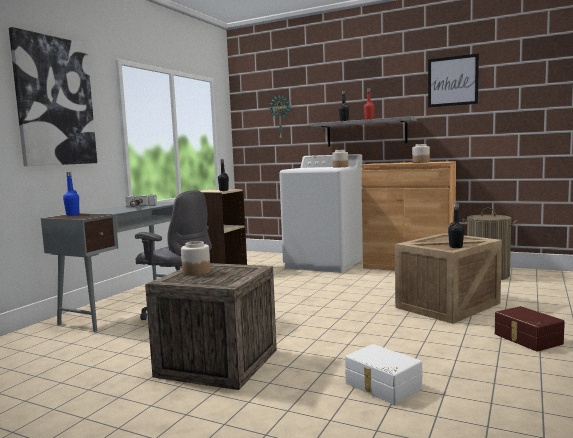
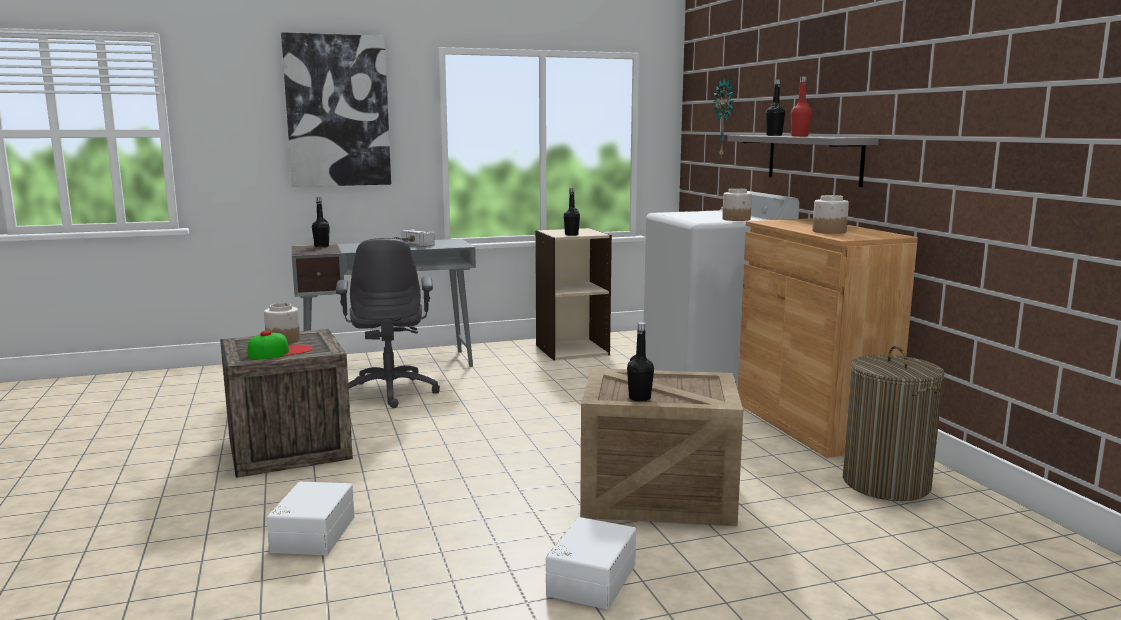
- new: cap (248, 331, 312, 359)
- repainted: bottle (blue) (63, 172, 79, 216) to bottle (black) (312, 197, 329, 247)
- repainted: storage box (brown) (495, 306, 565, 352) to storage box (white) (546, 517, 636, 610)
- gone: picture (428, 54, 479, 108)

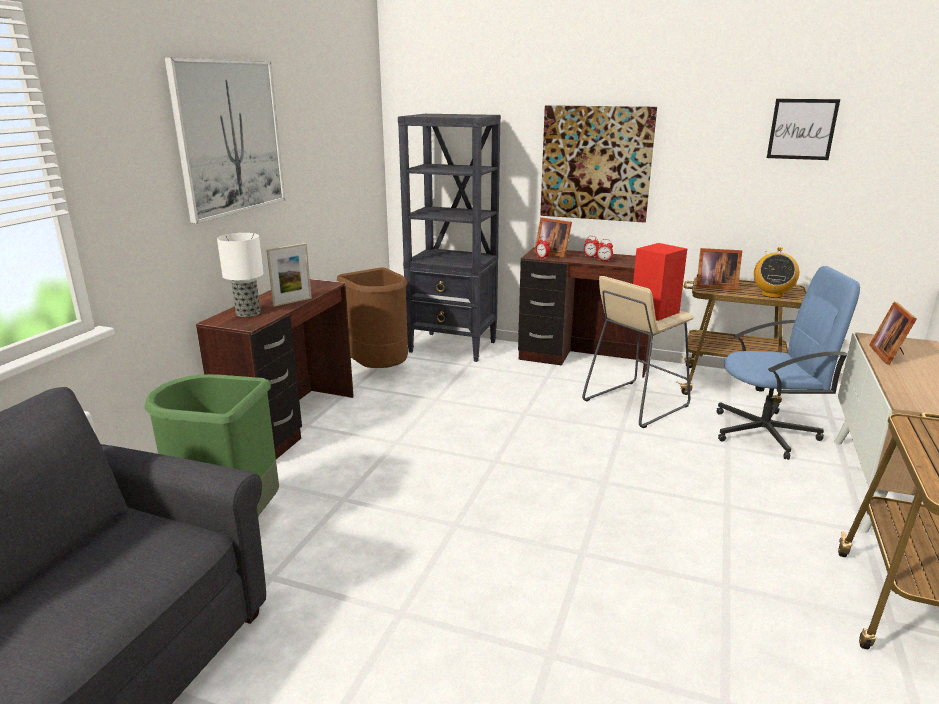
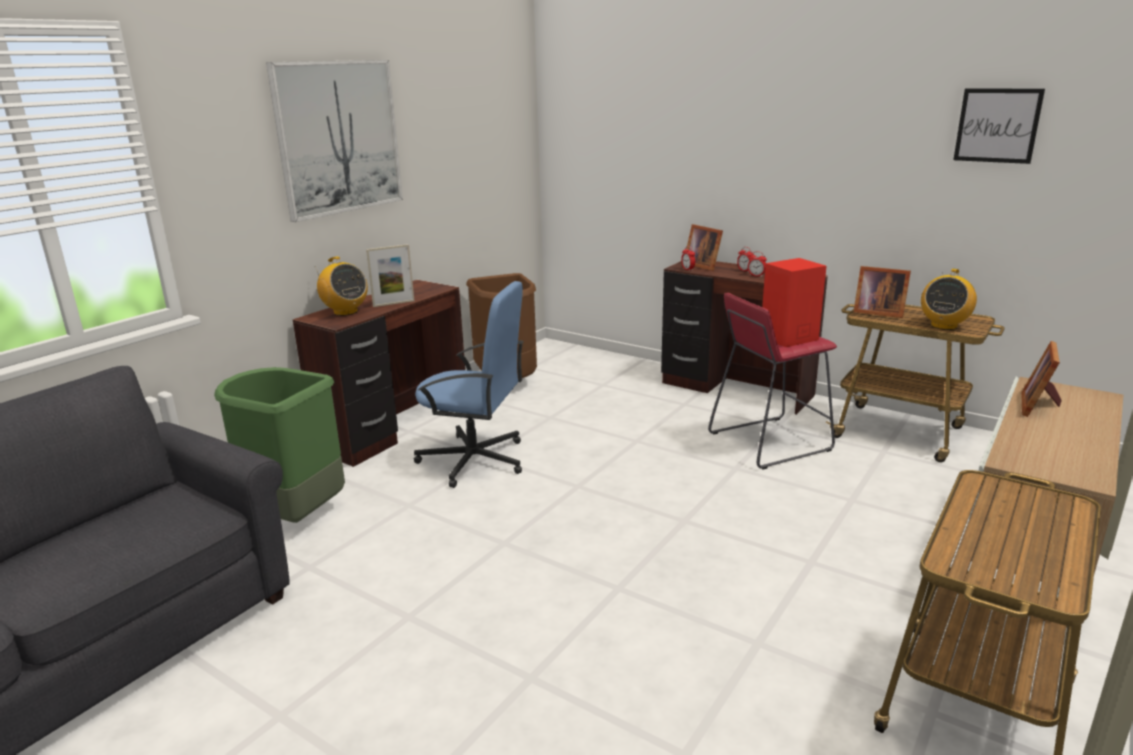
- swapped: table lamp (217, 233, 264, 317) to radio (314, 256, 368, 316)
- shifted: office chair (blue) (717, 266, 860, 460) to (414, 281, 524, 488)
- repainted: stool (beige) (582, 276, 694, 428) to stool (red) (708, 293, 837, 470)
- gone: bookcase (black) (398, 114, 501, 362)
- gone: picture (540, 105, 657, 223)

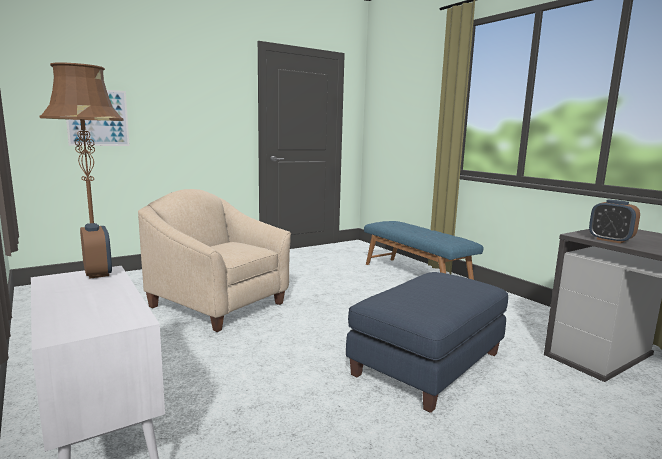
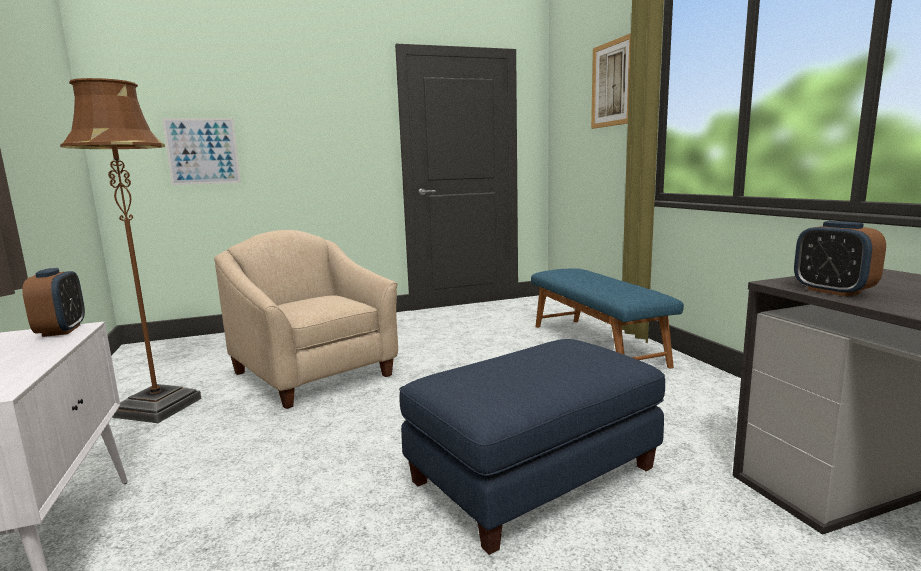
- new: picture (591, 33, 631, 129)

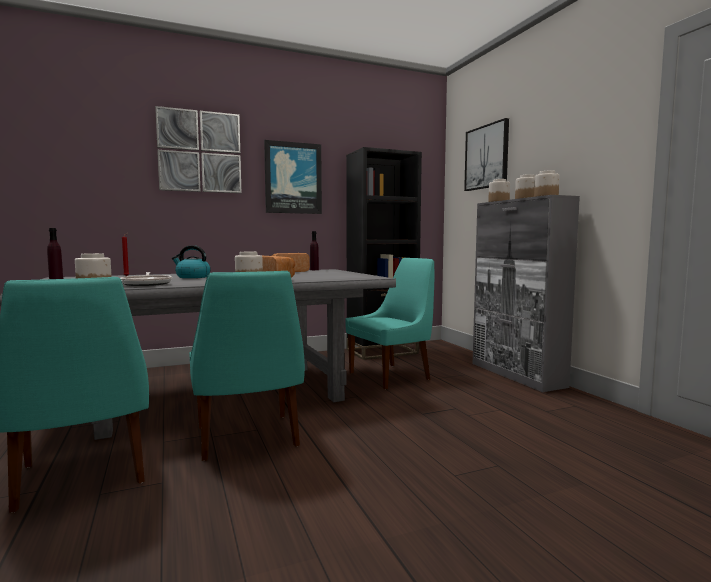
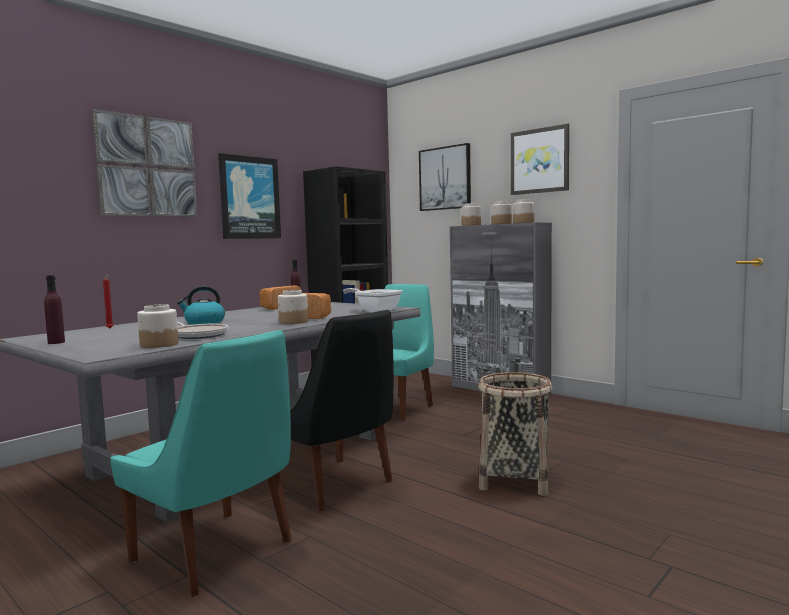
- repainted: chair (turquoise) (189, 271, 305, 461) to chair (black) (290, 310, 394, 512)
- new: frying pan (343, 288, 403, 312)
- new: basket (478, 372, 553, 496)
- new: picture (511, 124, 569, 195)

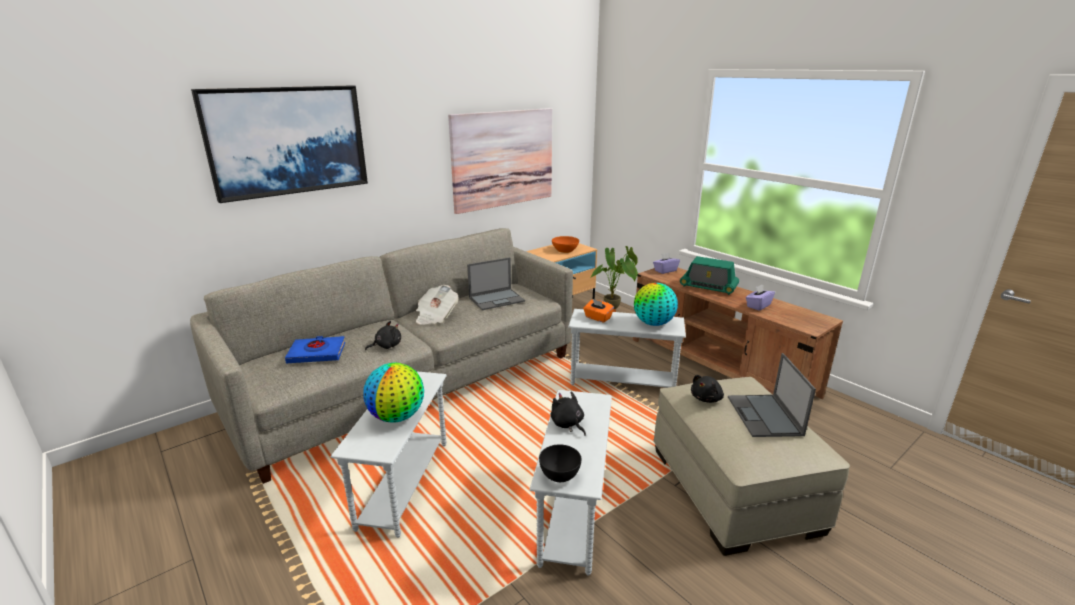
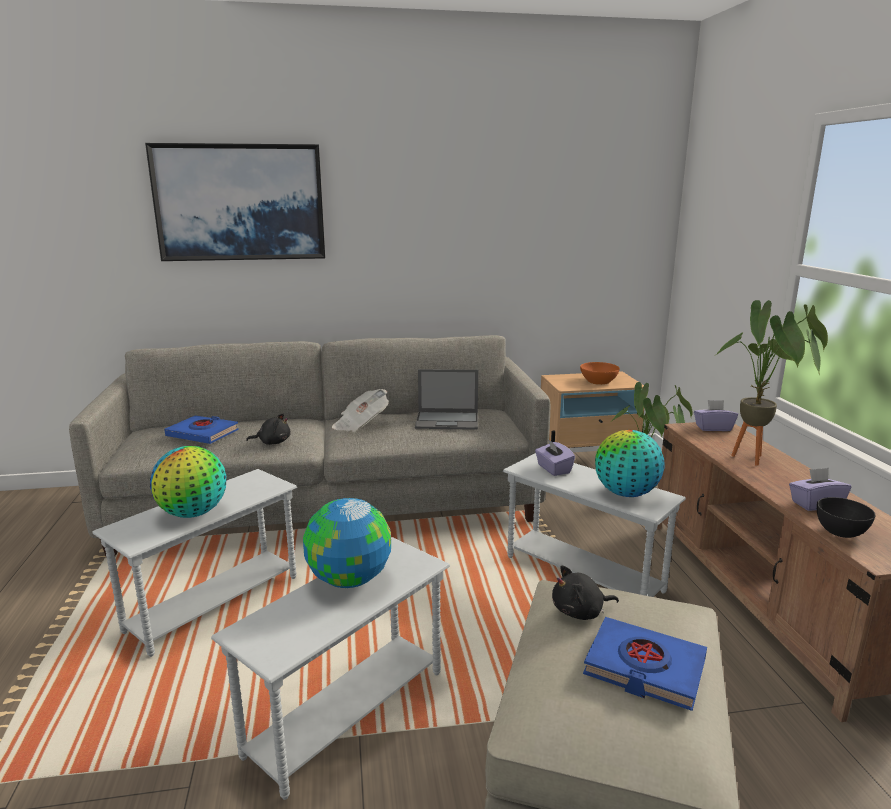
- swapped: plush toy (black) (551, 391, 586, 436) to globe (303, 498, 391, 588)
- repainted: tissue box (orange) (583, 299, 614, 323) to tissue box (purple) (535, 439, 575, 476)
- swapped: laptop (728, 353, 816, 437) to book (blue) (583, 617, 707, 711)
- swapped: radio (680, 256, 739, 295) to potted plant (714, 300, 828, 466)
- shifted: bowl (black) (539, 444, 581, 482) to (817, 497, 875, 538)
- gone: picture (448, 108, 552, 214)

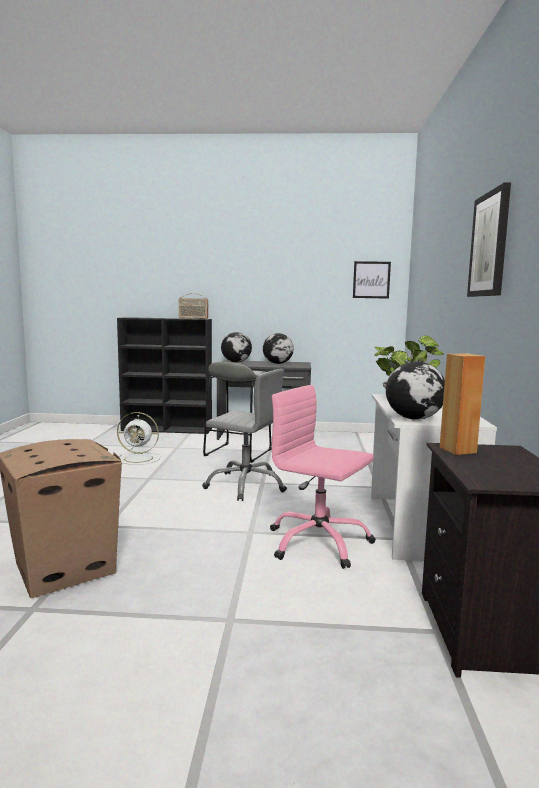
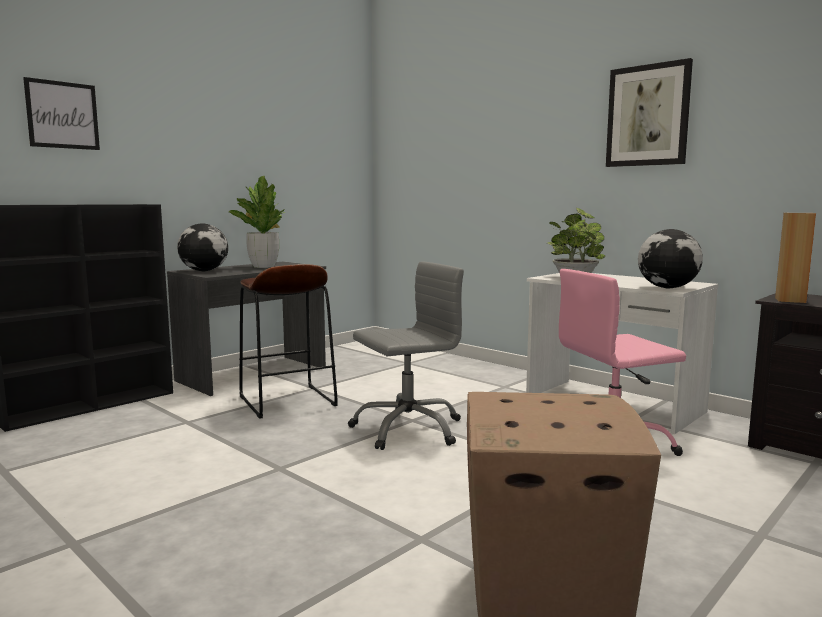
- shifted: picture (353, 261, 391, 299) to (23, 77, 100, 150)
- swapped: globe (263, 333, 294, 364) to potted plant (229, 176, 285, 268)
- repainted: stool (grey) (203, 362, 272, 463) to stool (brown) (239, 264, 338, 419)
- gone: fan (white) (117, 412, 161, 465)
- gone: radio (178, 293, 209, 319)

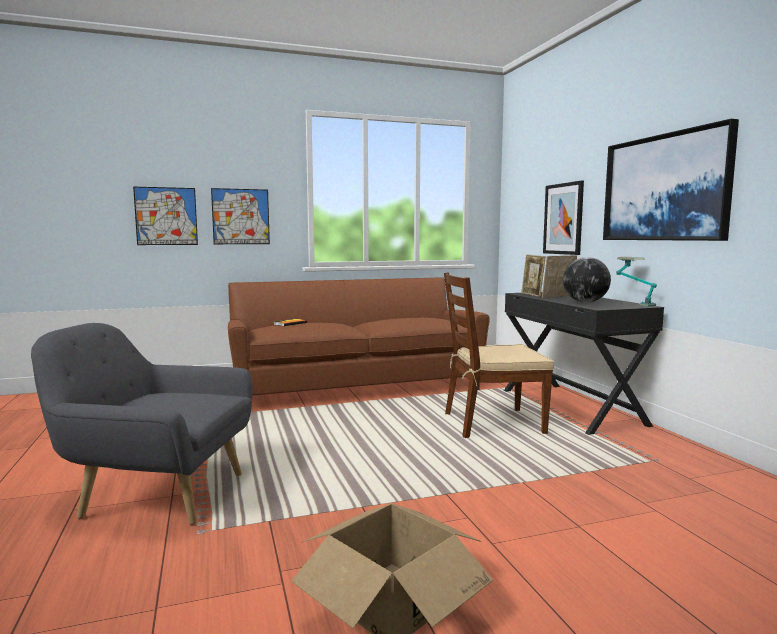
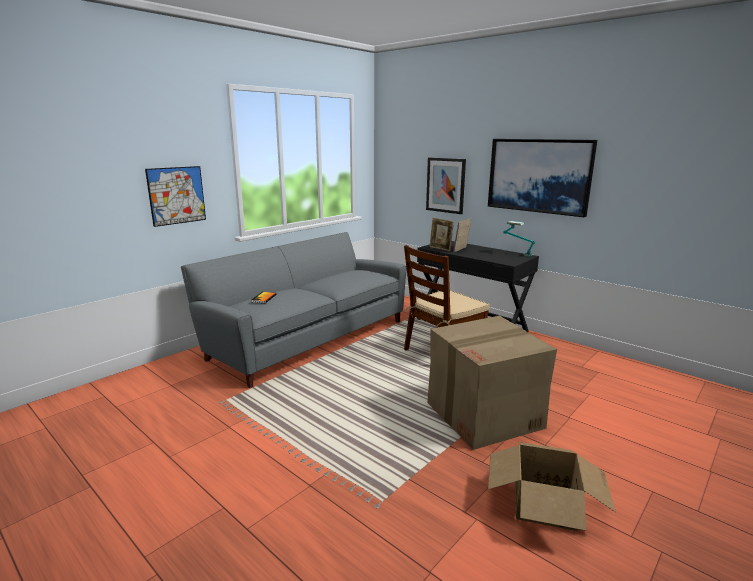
- repainted: sofa (brown) (228, 277, 490, 396) to sofa (grey) (181, 232, 407, 388)
- new: cardboard box (427, 316, 557, 450)
- gone: armchair (grey) (31, 323, 253, 525)
- gone: picture (133, 187, 198, 245)
- gone: globe (563, 257, 611, 303)

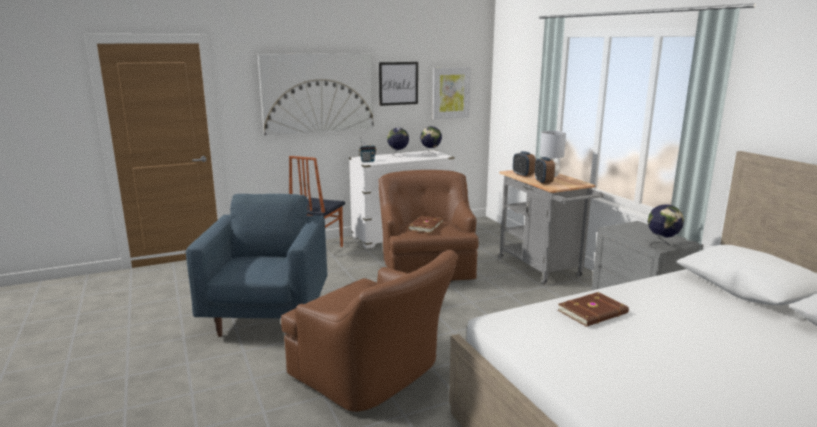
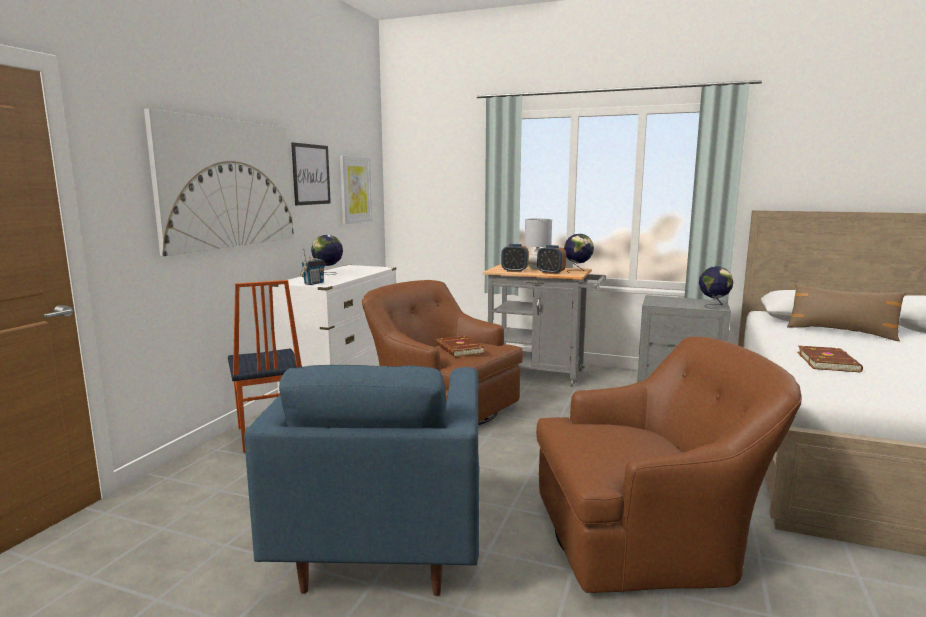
- rotated: armchair (blue) (186, 194, 327, 337) = (244, 365, 479, 596) 135 degrees counterclockwise
- shifted: globe (420, 126, 442, 154) to (564, 234, 594, 273)
- new: pillow (brown) (787, 284, 906, 341)

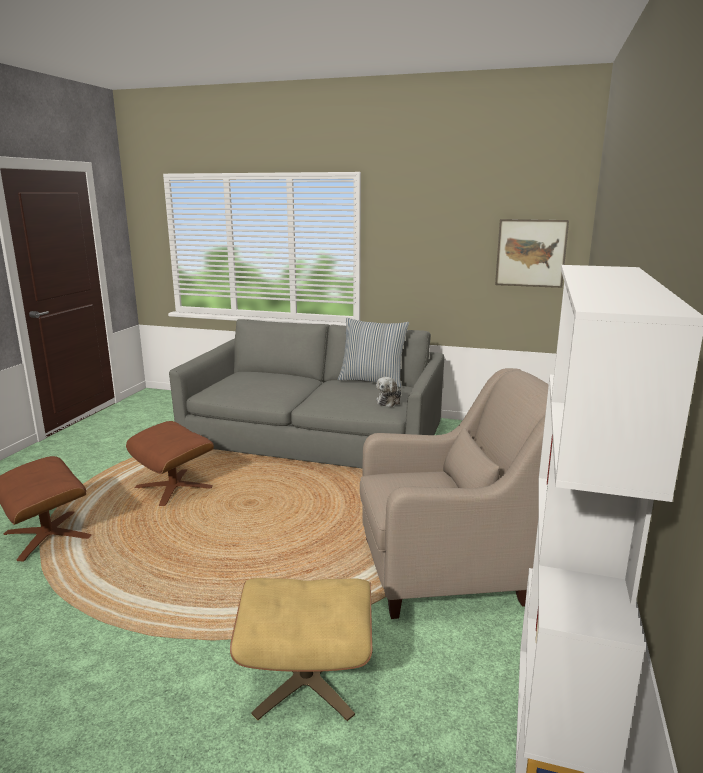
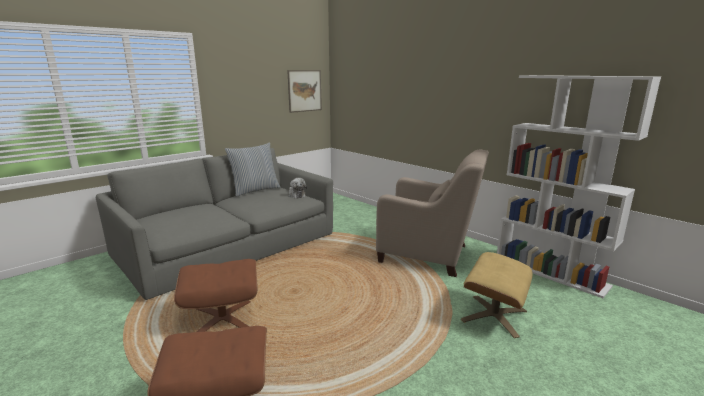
- rotated: armchair (beige) (360, 368, 549, 619) = (376, 150, 489, 277) 90 degrees clockwise

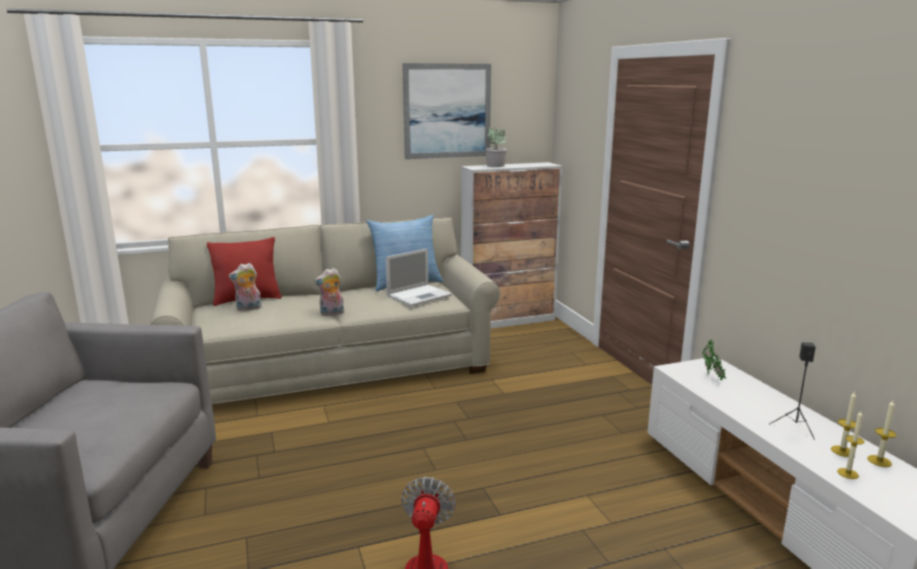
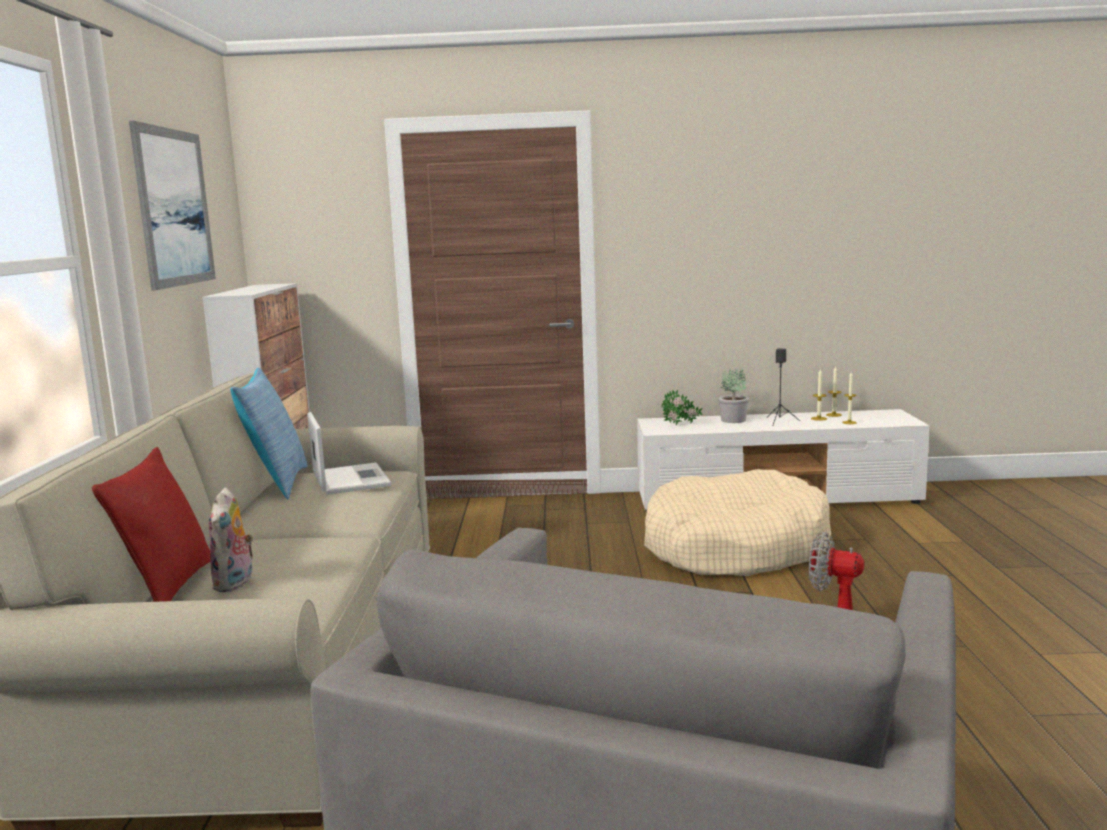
- new: dog bed (beige) (644, 469, 831, 576)
- shifted: potted plant (485, 128, 507, 167) to (718, 368, 749, 423)
- gone: plush toy (314, 268, 344, 316)

